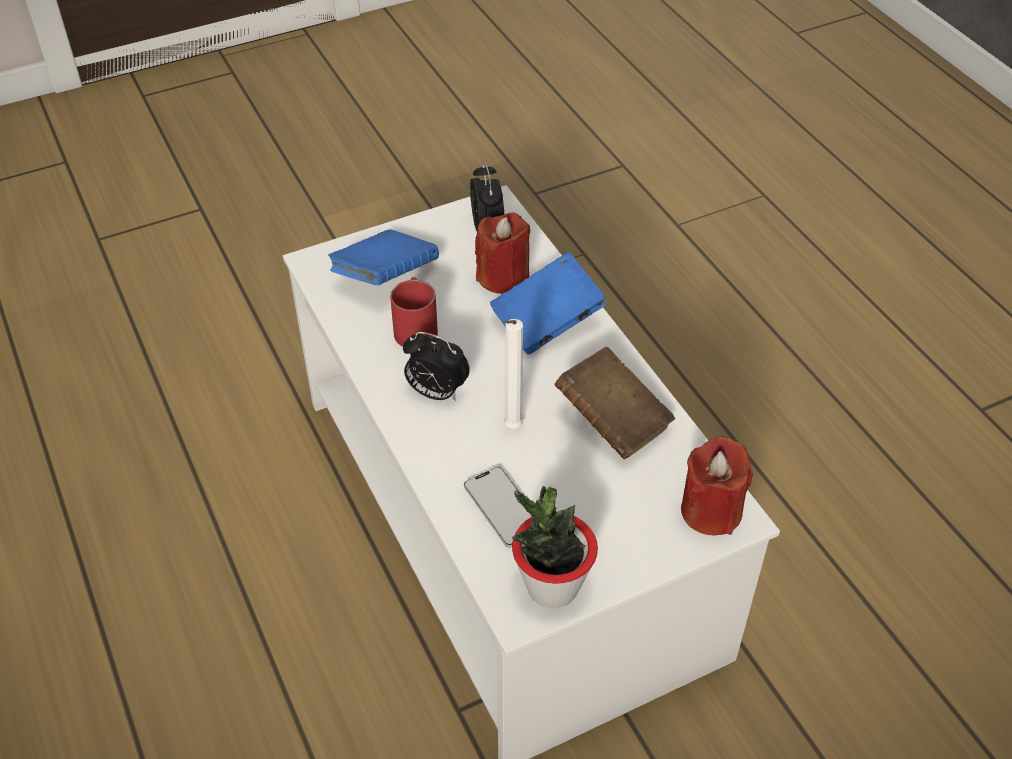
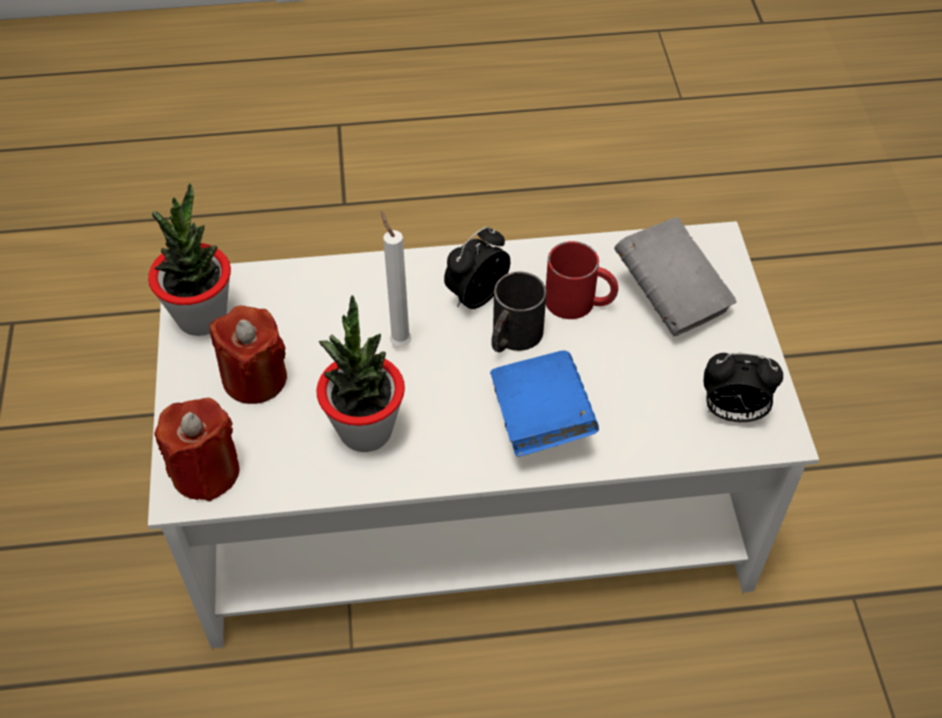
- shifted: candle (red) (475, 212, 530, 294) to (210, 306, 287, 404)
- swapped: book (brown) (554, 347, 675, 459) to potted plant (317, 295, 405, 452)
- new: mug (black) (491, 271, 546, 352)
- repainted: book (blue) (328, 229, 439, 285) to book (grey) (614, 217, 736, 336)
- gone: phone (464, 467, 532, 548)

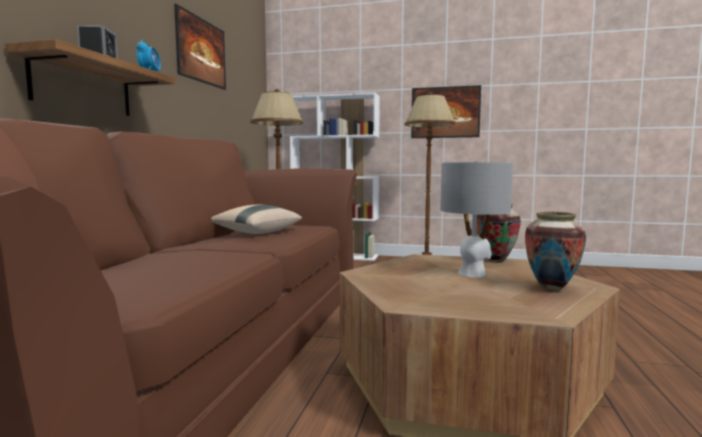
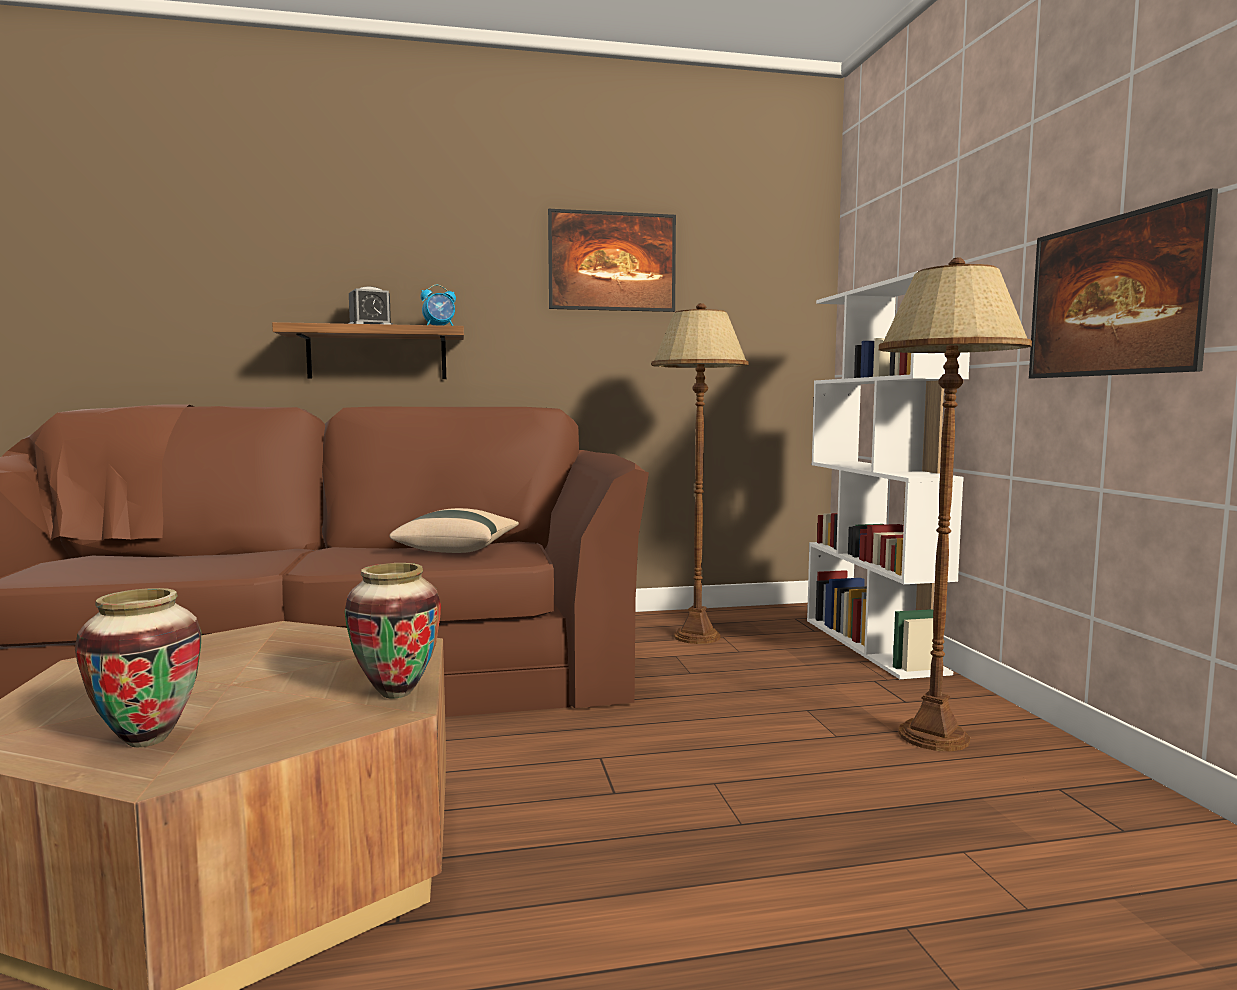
- gone: table lamp (grey) (440, 161, 513, 278)

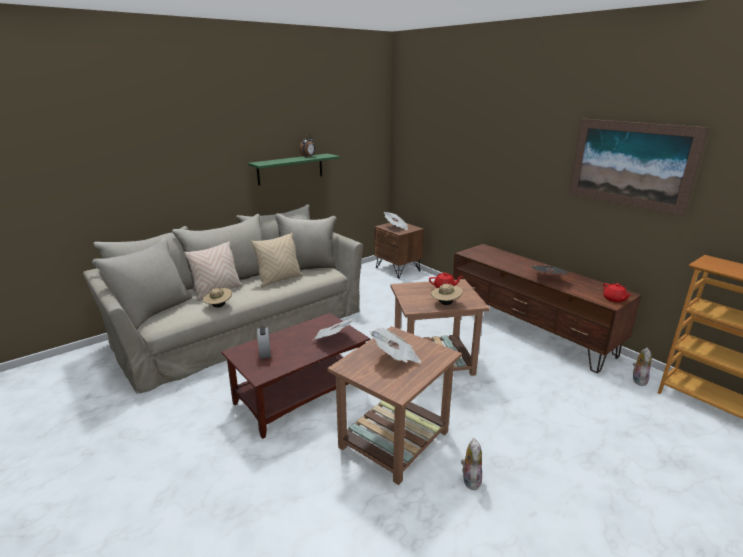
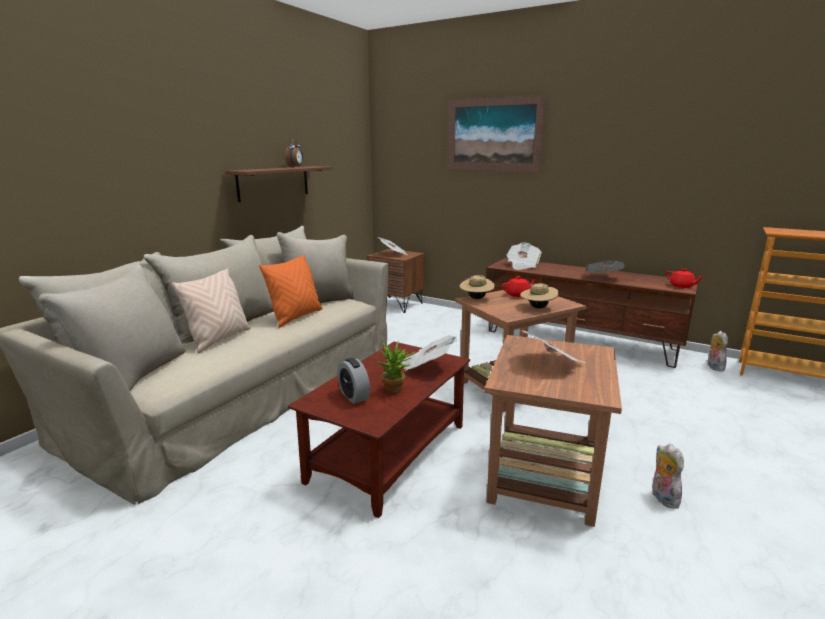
- repainted: shelf (green) (248, 154, 340, 186) to shelf (brown) (225, 166, 332, 202)
- repainted: pillow (beige) (251, 233, 303, 288) to pillow (orange) (259, 254, 323, 328)
- new: potted plant (378, 341, 415, 393)
- shifted: picture (568, 119, 709, 216) to (447, 95, 547, 172)
- shifted: hat (beige) (203, 287, 232, 308) to (460, 275, 495, 299)
- new: newspaper (506, 242, 542, 270)

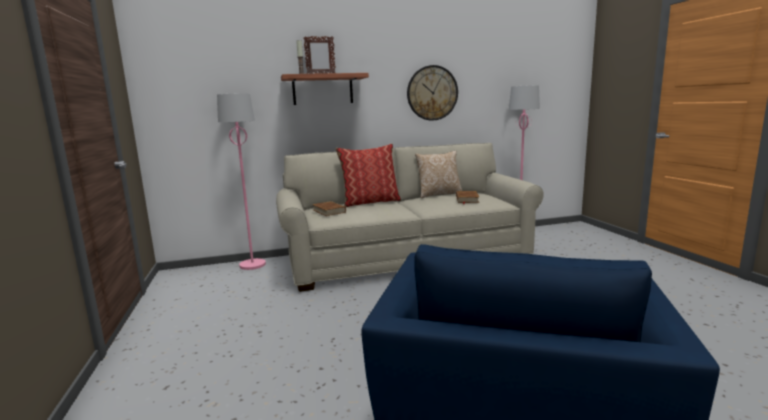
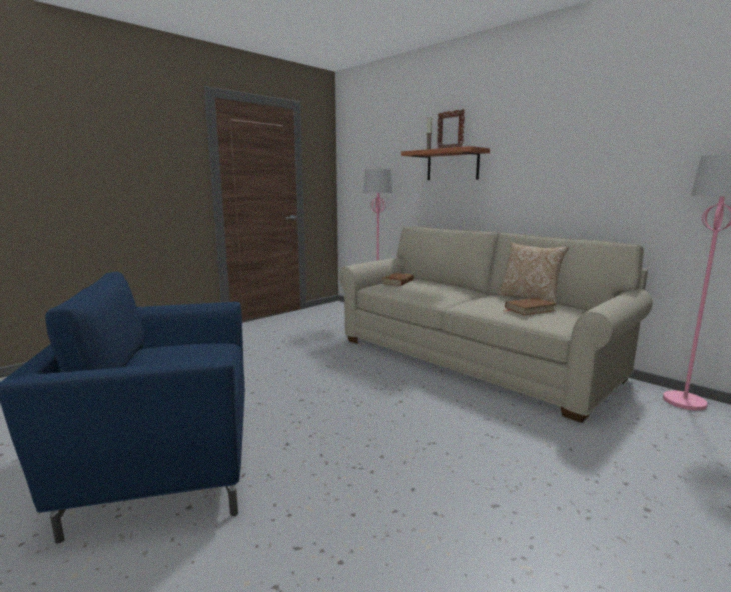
- gone: pillow (335, 144, 401, 207)
- gone: wall clock (407, 65, 458, 121)

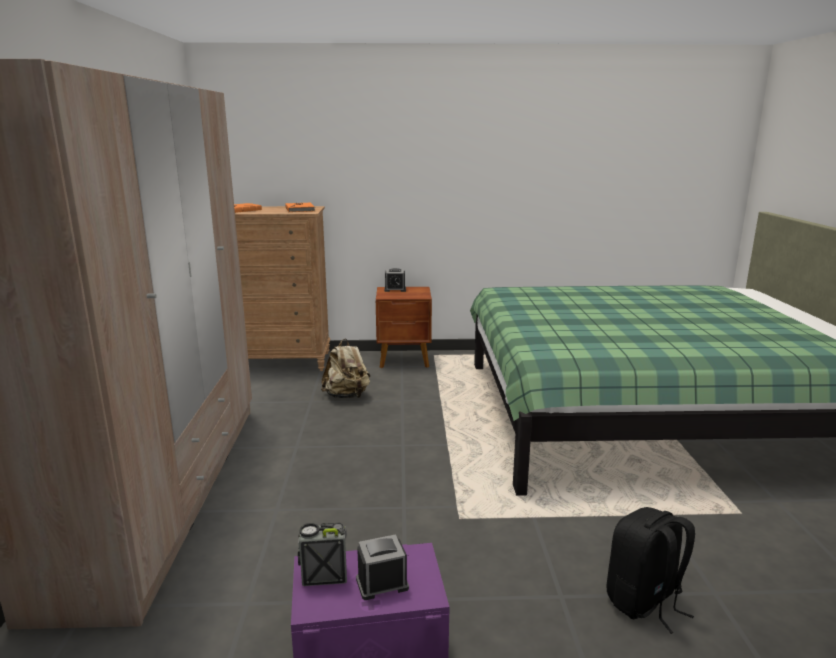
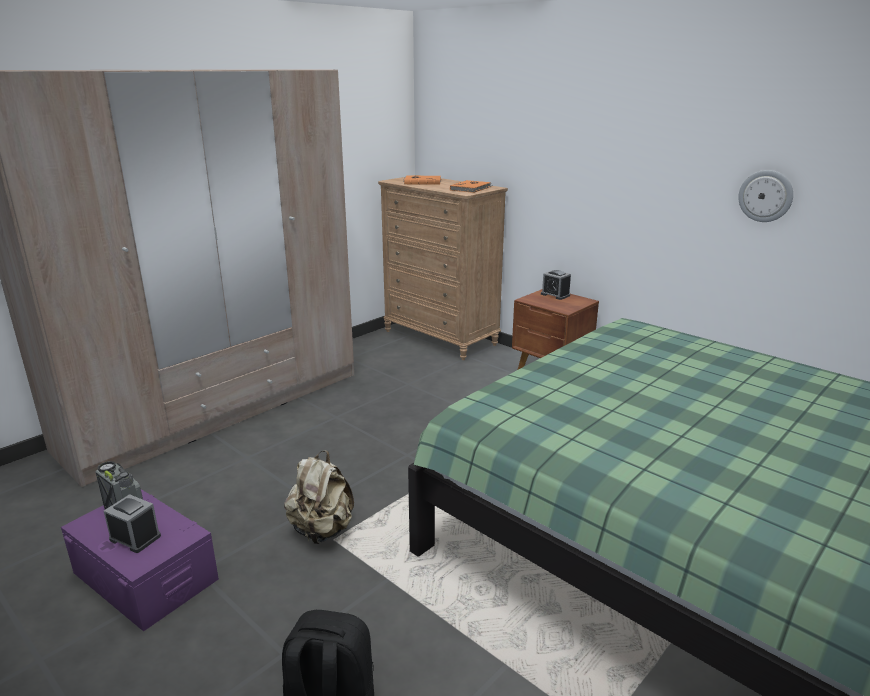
- shifted: backpack (beige) (321, 338, 370, 398) to (284, 450, 354, 544)
- new: wall clock (738, 170, 793, 222)

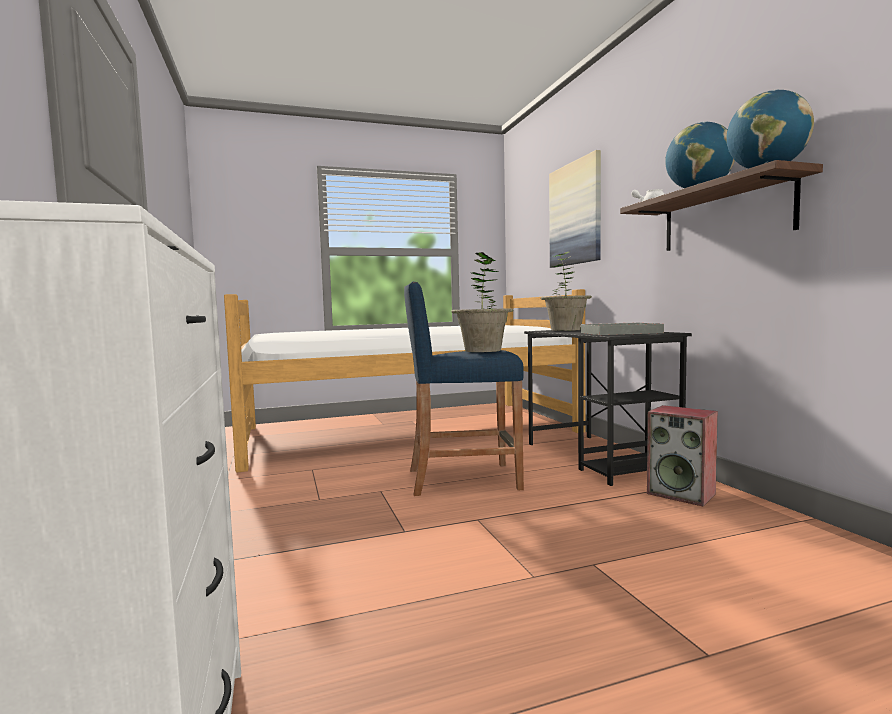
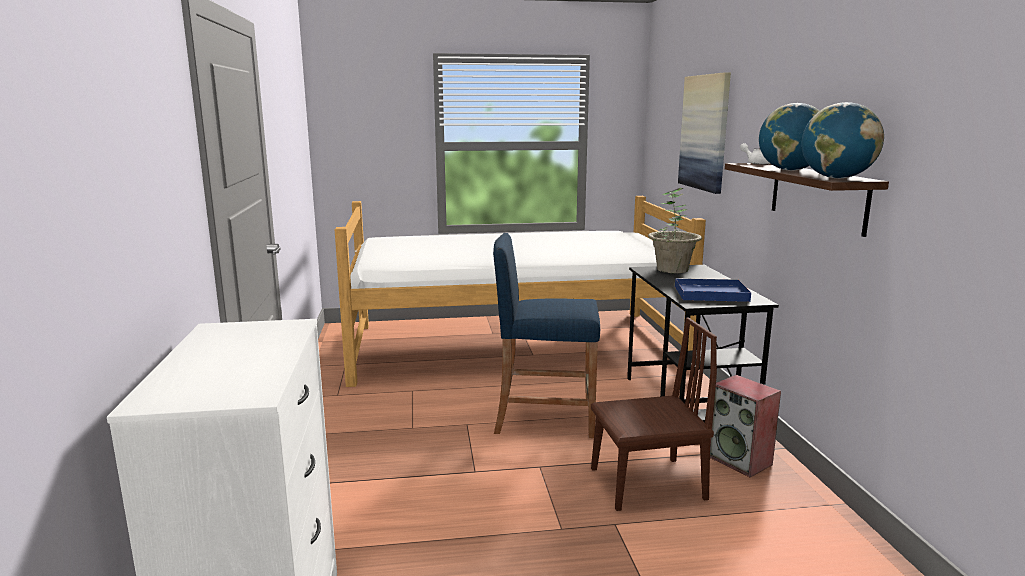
- new: chair (brown) (591, 317, 717, 511)
- repainted: tray (grey) (581, 322, 664, 335) to tray (blue) (675, 278, 751, 302)
- gone: potted plant (451, 252, 513, 352)

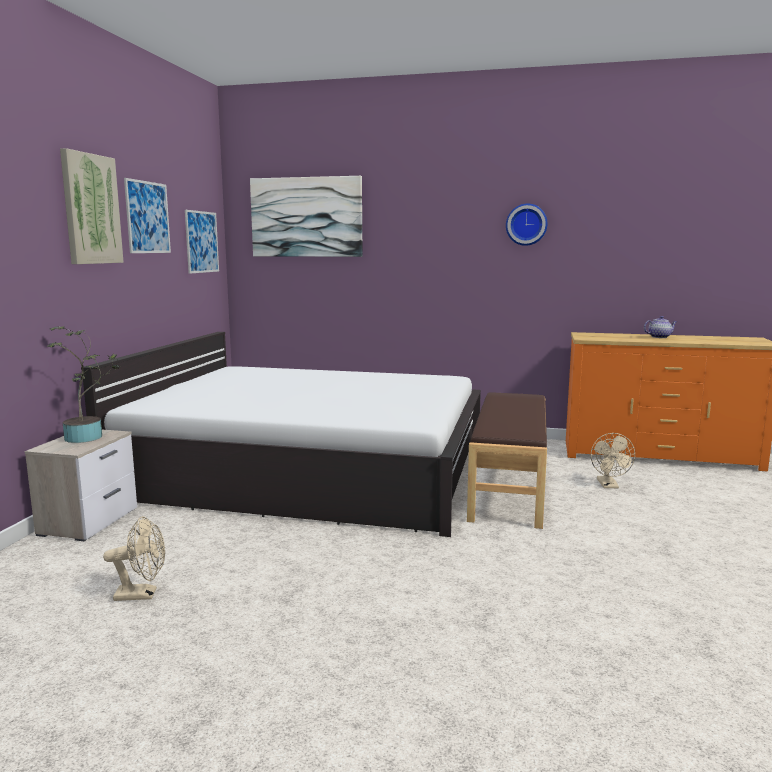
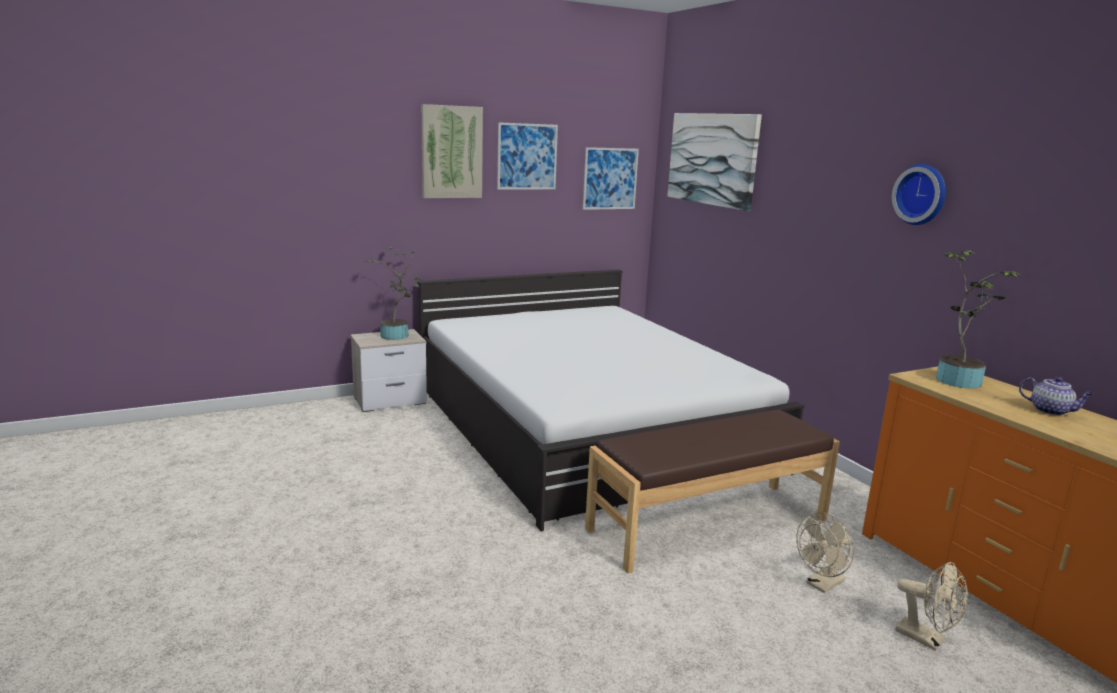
- shifted: fan (beige) (103, 516, 165, 601) to (895, 562, 968, 650)
- new: potted plant (936, 250, 1022, 389)

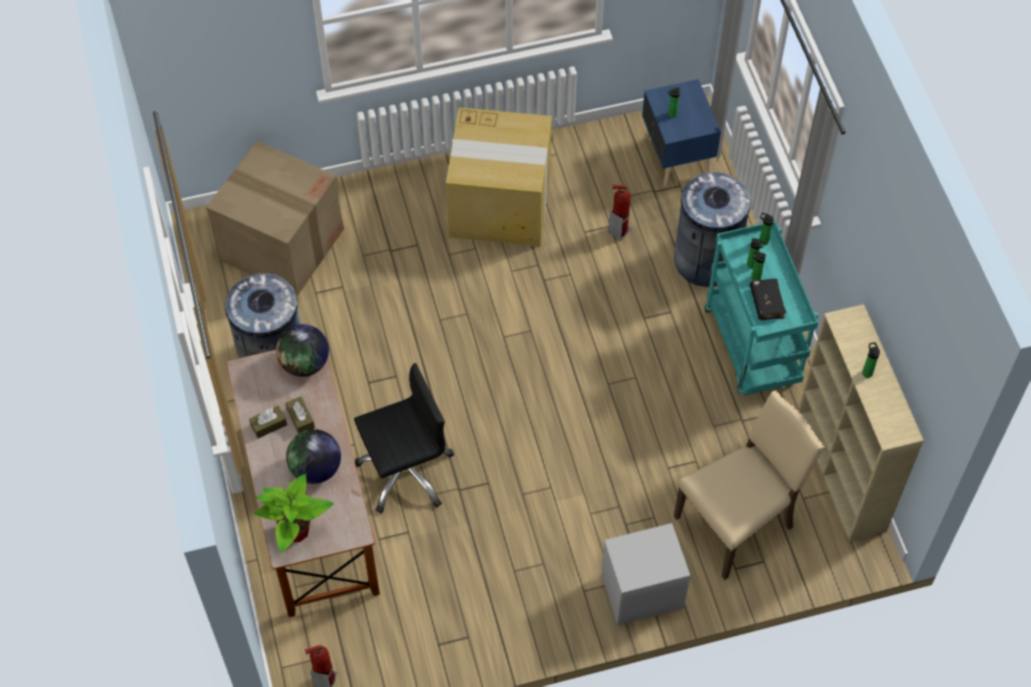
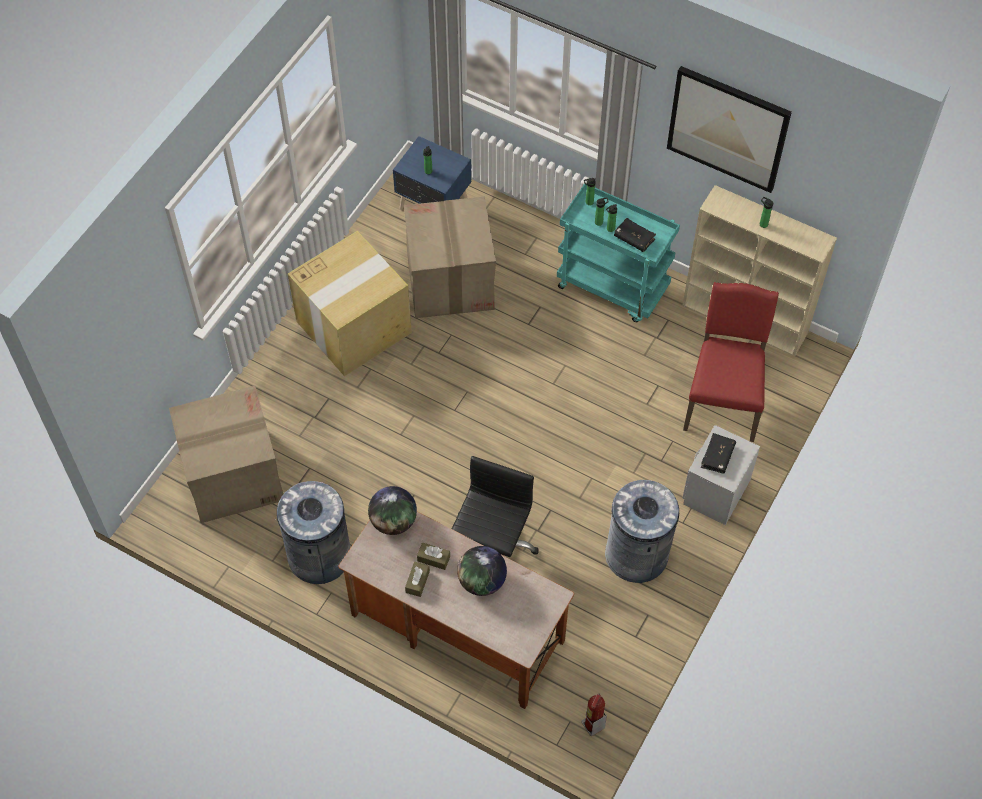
- swapped: fire extinguisher (608, 184, 631, 240) to cardboard box (404, 197, 496, 318)
- shifted: trash can (grey) (674, 172, 751, 287) to (605, 480, 679, 583)
- new: picture (667, 66, 792, 193)
- repainted: chair (beige) (674, 391, 825, 580) to chair (red) (683, 282, 779, 442)
- new: book (black) (701, 433, 736, 473)
- gone: potted plant (254, 474, 334, 552)

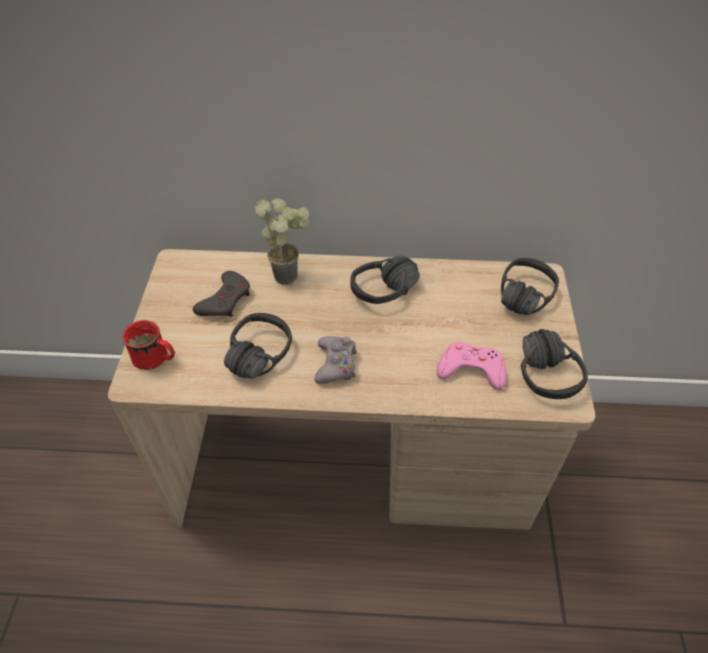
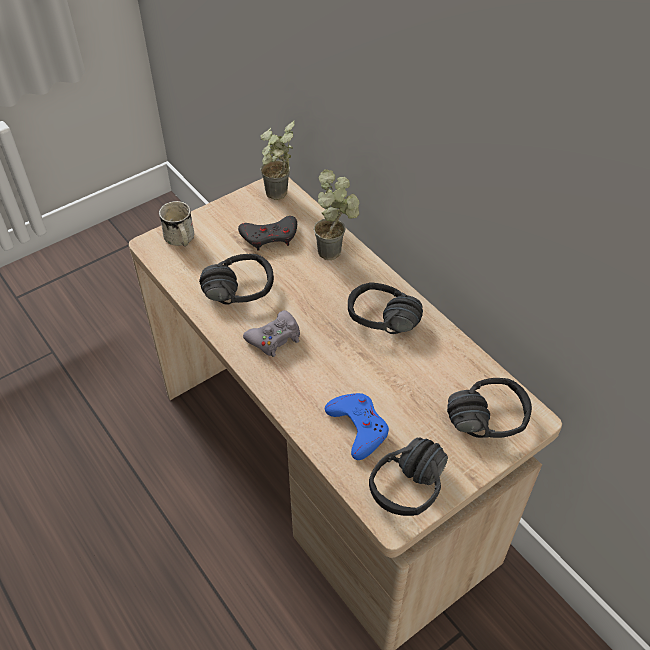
- repainted: mug (red) (122, 320, 175, 370) to mug (white) (159, 201, 194, 246)
- new: potted plant (260, 120, 295, 200)
- repainted: game controller (pink) (437, 342, 507, 390) to game controller (blue) (325, 393, 389, 460)

